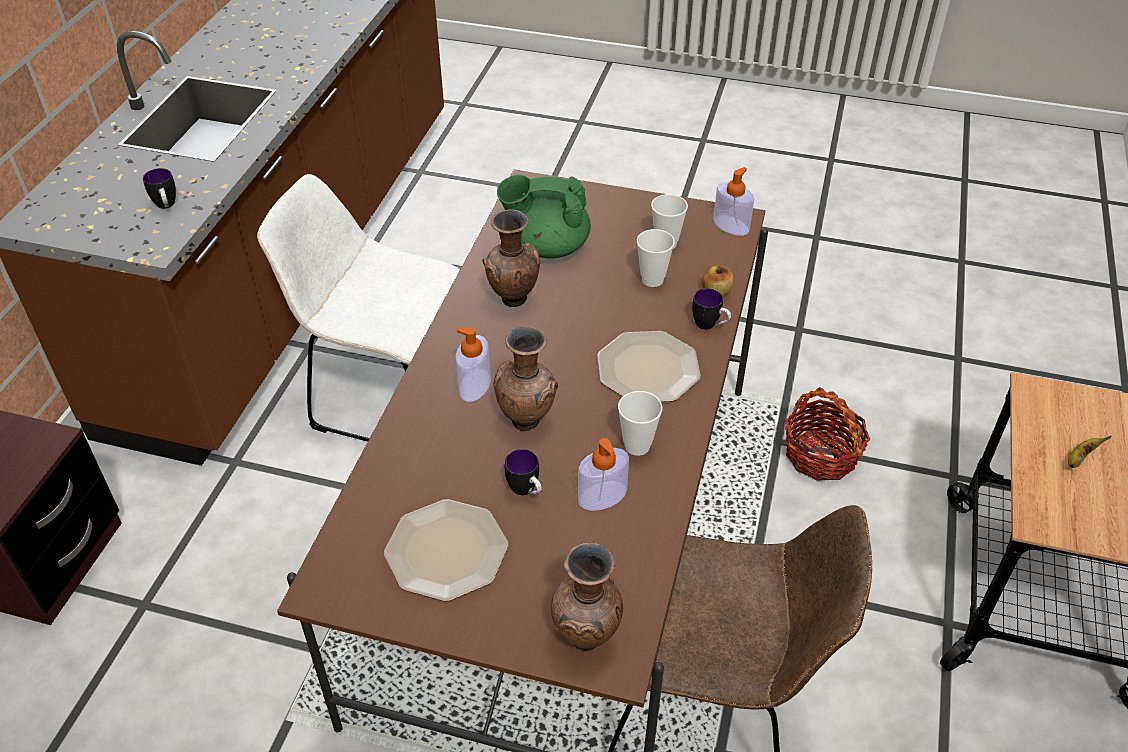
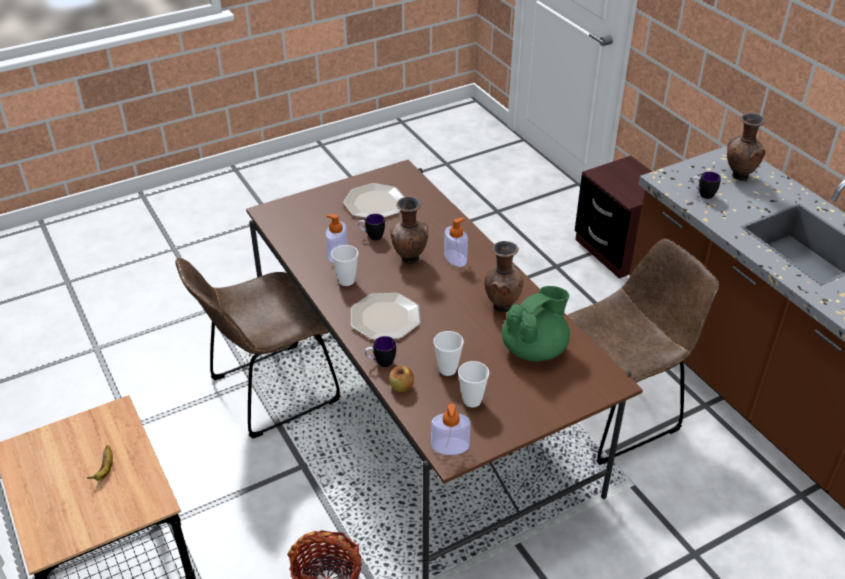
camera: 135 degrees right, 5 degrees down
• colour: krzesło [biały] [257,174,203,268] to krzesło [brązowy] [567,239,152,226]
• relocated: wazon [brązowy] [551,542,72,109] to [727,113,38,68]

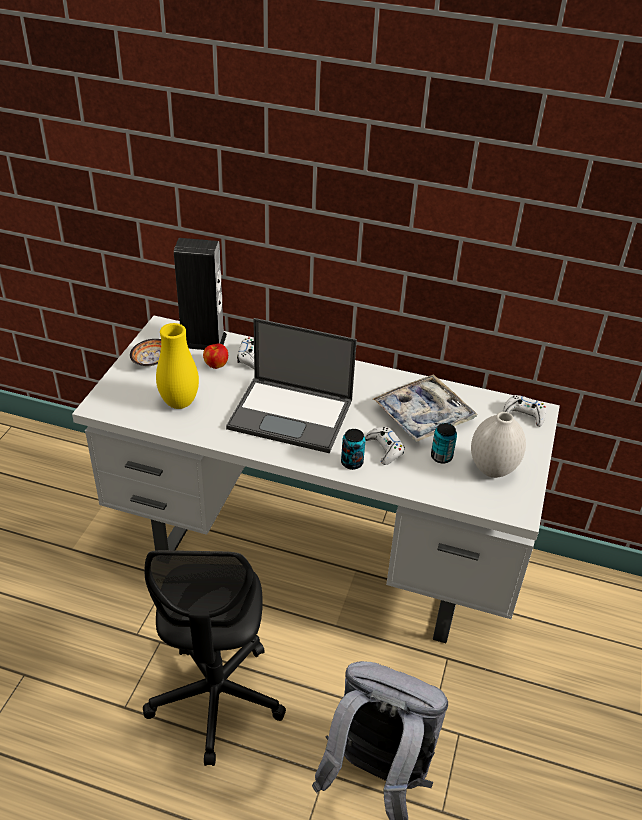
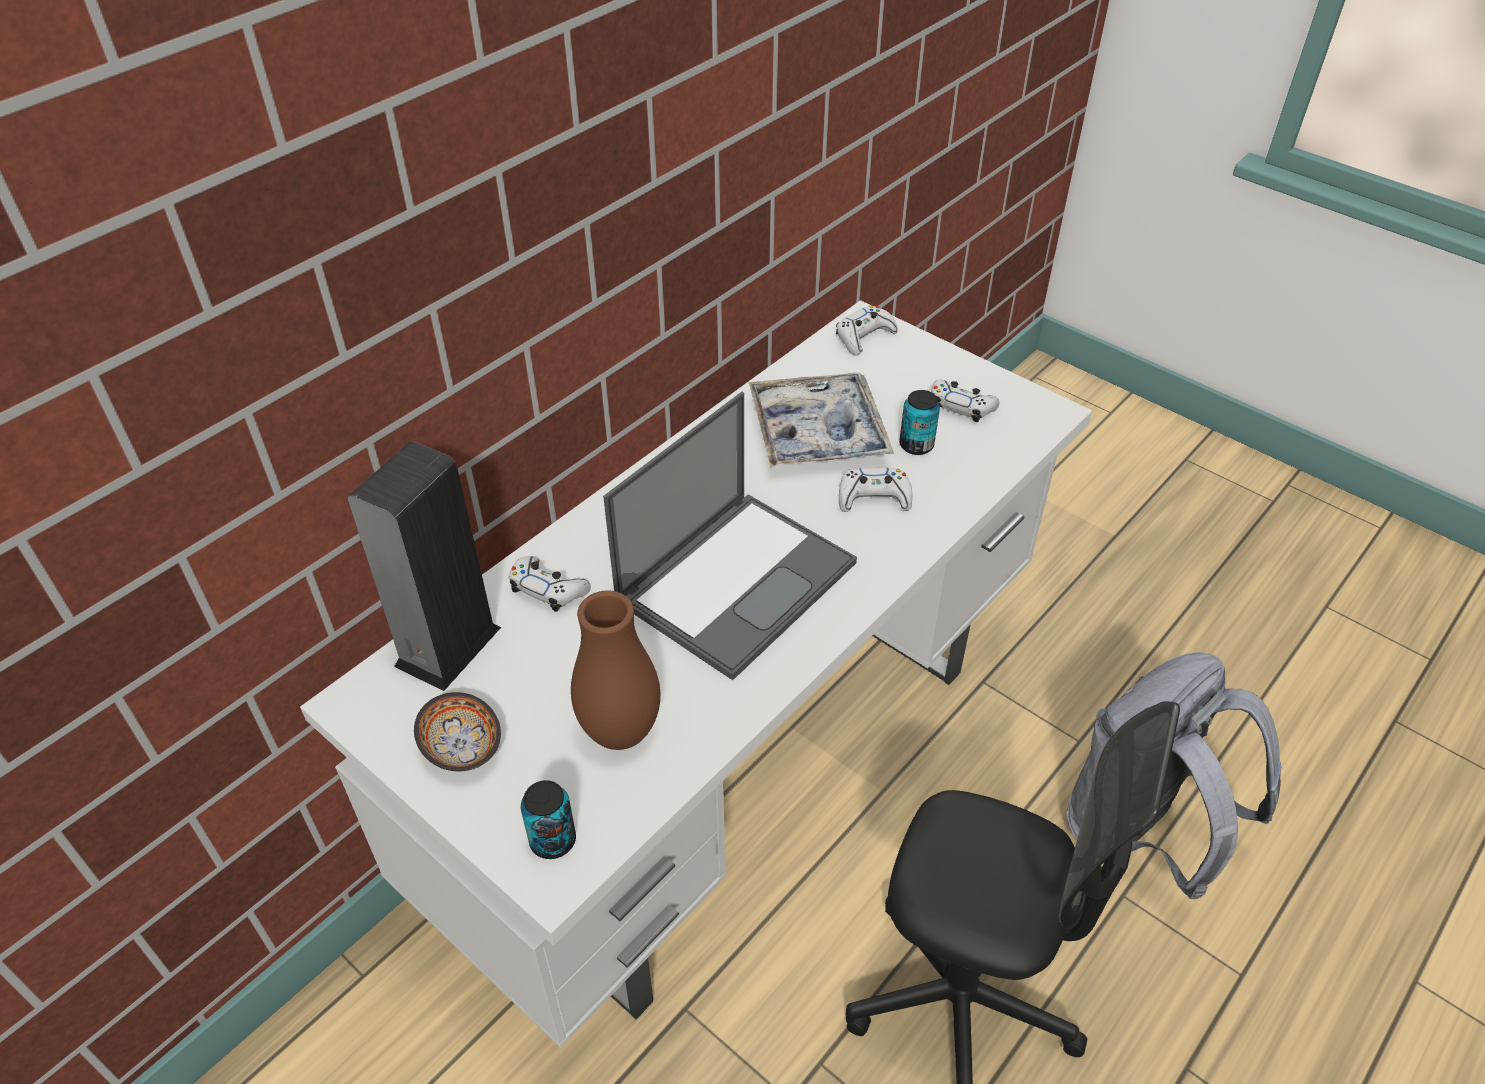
camera: 65 degrees left, 5 degrees up
• colour: wazon [żółty] [156,323,43,86] to wazon [brązowy] [571,590,89,160]
• missing: jabłko [203,343,25,26]
• exchanged: wazon [biały] [471,412,55,66] to pad do gier [biały] [931,380,68,42]
• relocated: puszka [341,429,25,41] to [521,780,55,79]

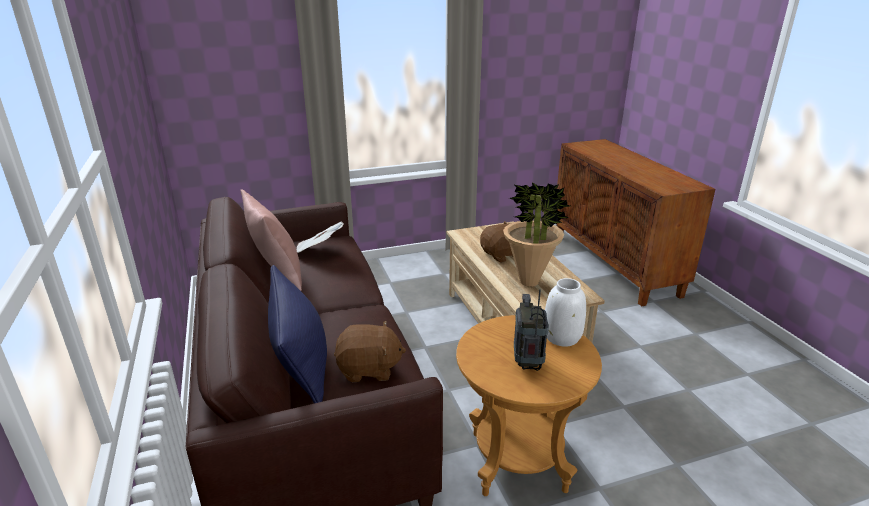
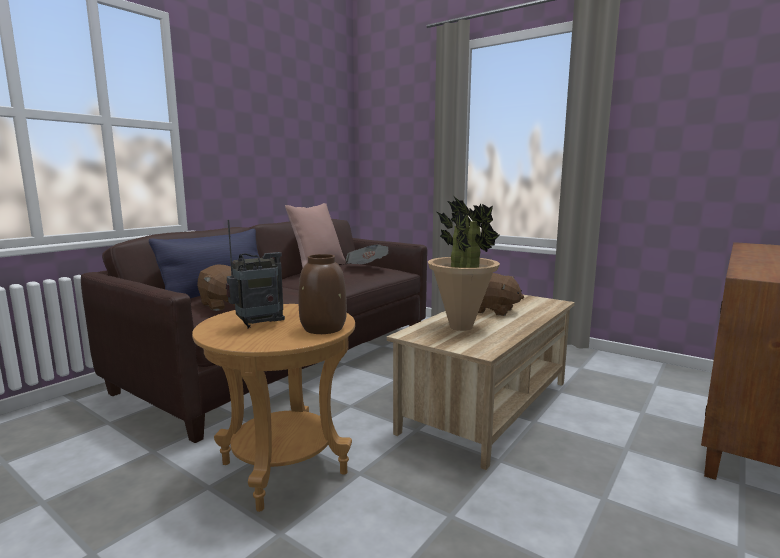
camera: 55 degrees right, 15 degrees down
• colour: wazon [biały] [545,278,41,69] to wazon [brązowy] [298,254,49,80]

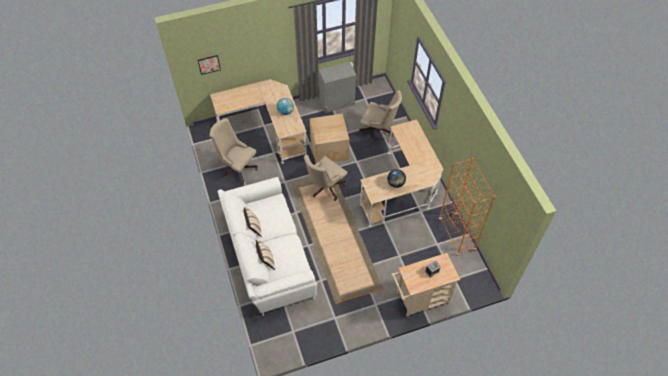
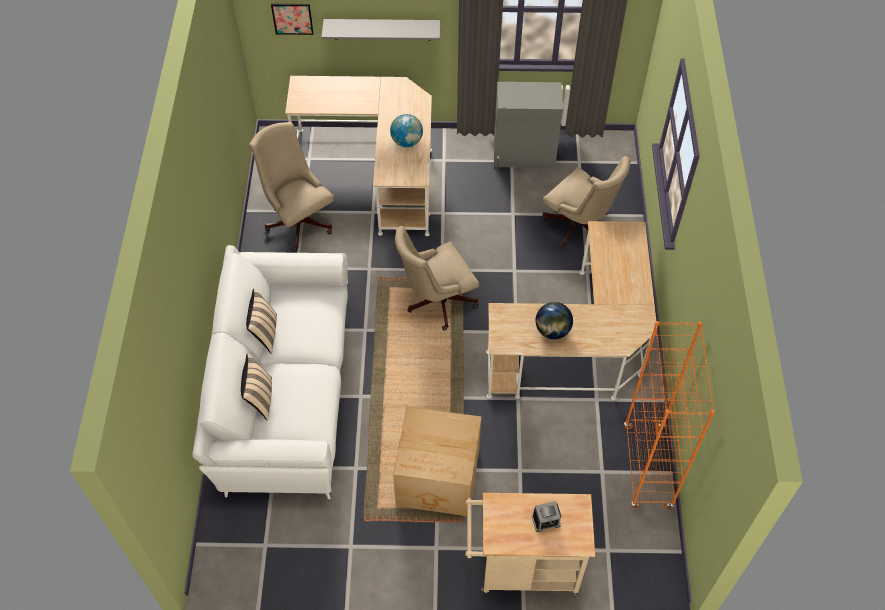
camera: 20 degrees right, 0 degrees up
• relocated: karton [309,113,40,50] to [393,406,88,111]
• appeared: półka [szary] [321,19,119,21]

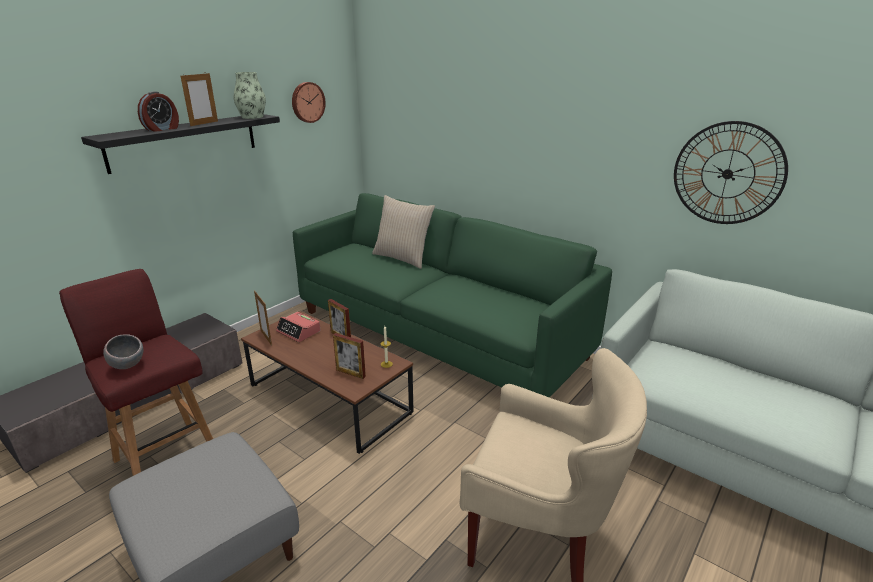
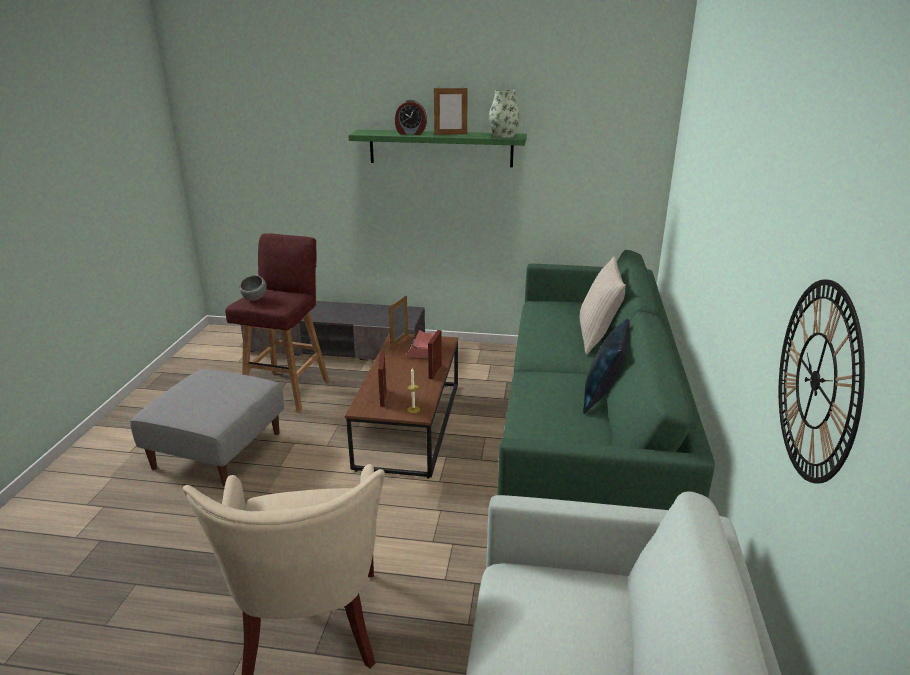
camera: 60 degrees right, 0 degrees up
• missing: zegar ścienny [292,82,34,41]
• colour: półka [czarny] [81,114,199,60] to półka [zielony] [348,130,179,37]
• appeared: poduszka [niebieski] [583,319,47,95]

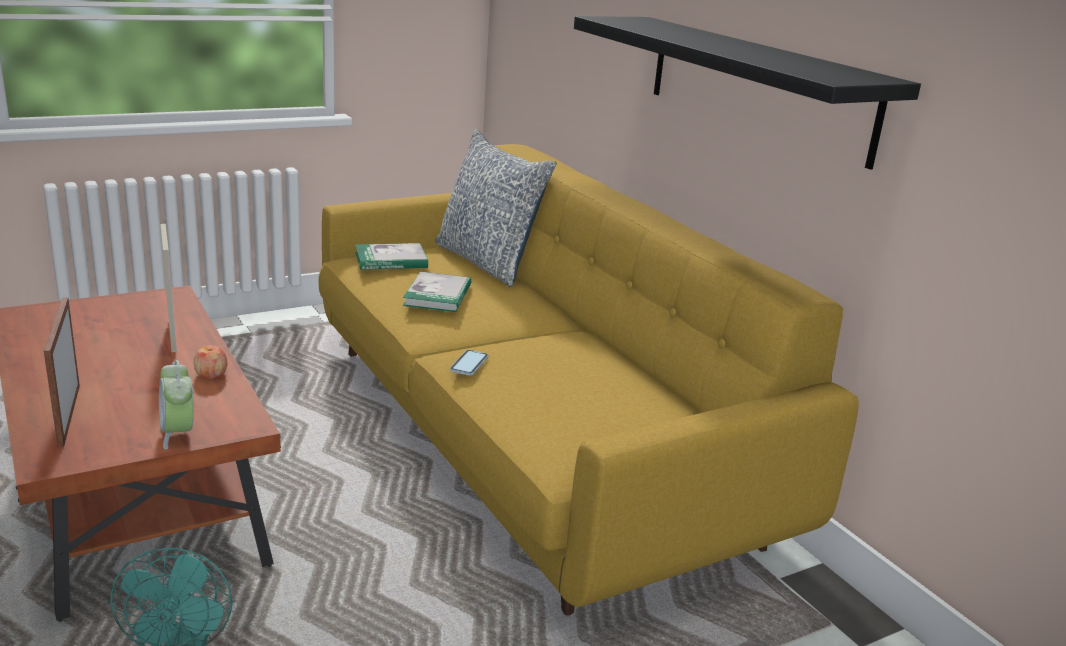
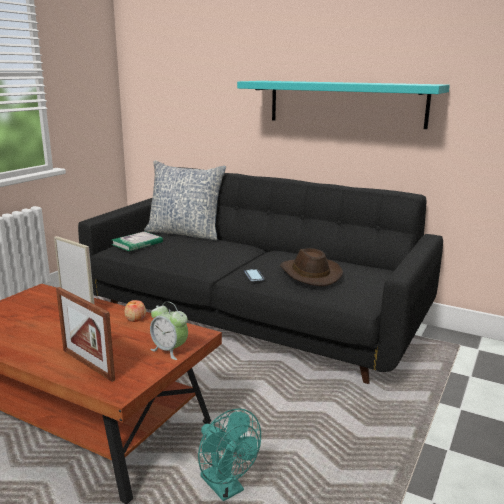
camera: 30 degrees left, 5 degrees down
• colour: półka [czarny] [574,16,347,154] to półka [turkusowy] [237,81,213,48]
• colour: kanapa [żółty] [319,144,540,472] to kanapa [czarny] [78,167,365,217]
• missing: książka [403,272,68,40]
• appeared: kapelusz [brązowy] [280,248,63,38]

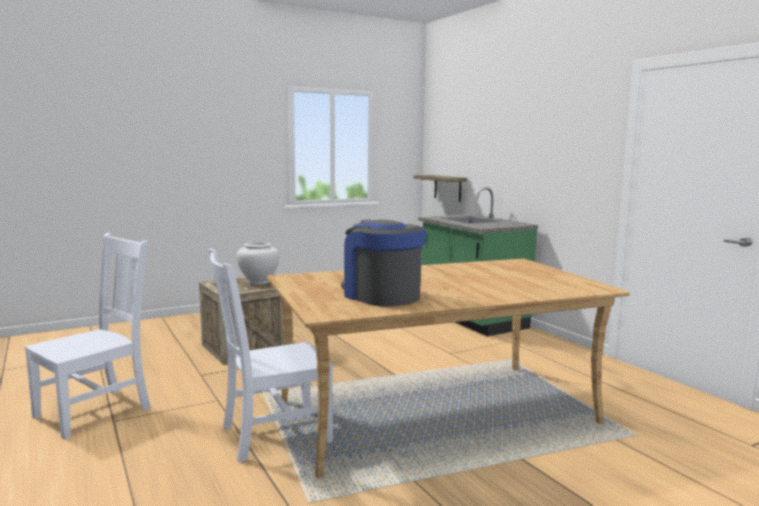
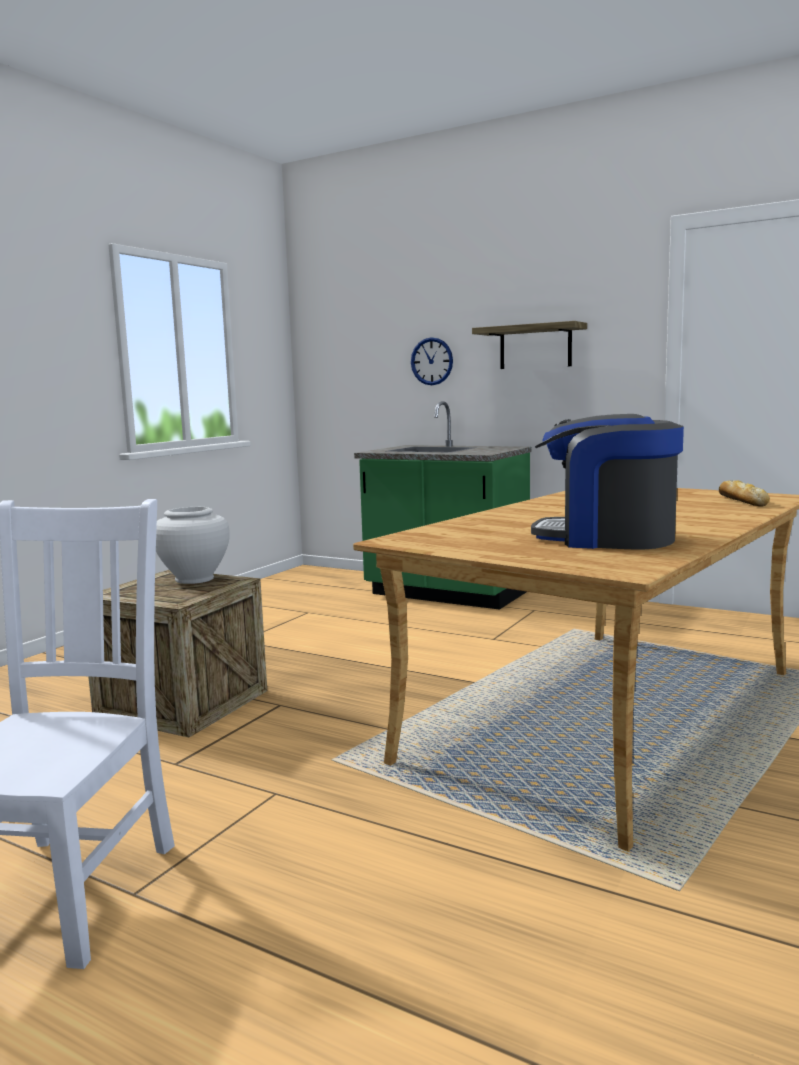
camera: 30 degrees left, 0 degrees up
• relocated: półka [413,175,54,27] to [472,321,115,48]
• missing: krzesło [biały] [208,248,125,215]
• appeared: zegar ścienny [411,337,42,48]
• appeared: chleb [719,480,50,27]

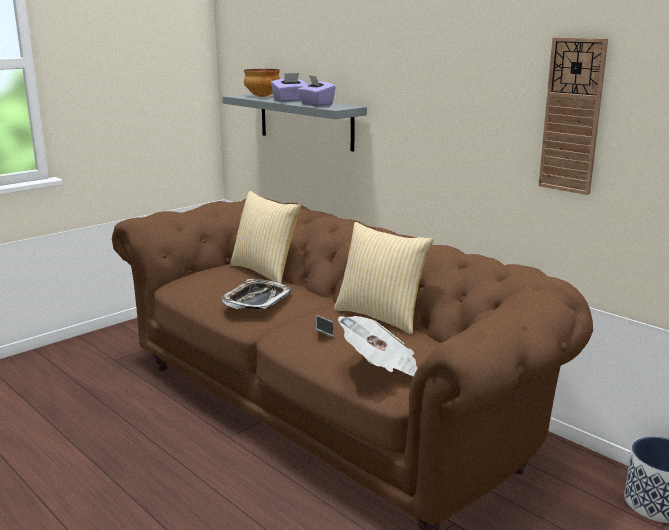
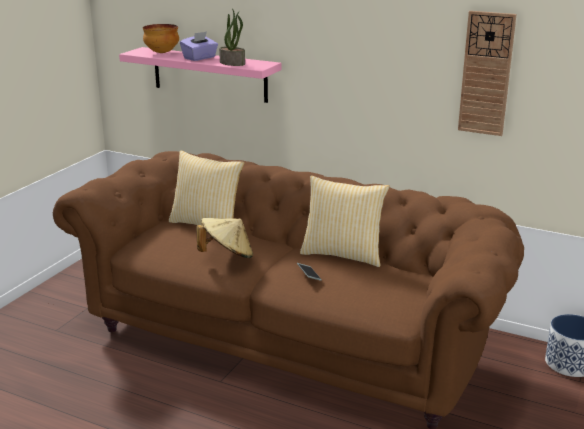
camera: 20 degrees left, 5 degrees up
• exchanged: pudełko chusteczek [fioletowy] [298,75,38,31] to roślina doniczkowa [219,8,26,58]
• colour: półka [szary] [222,94,145,58] to półka [różowy] [119,47,162,56]
• exchanged: taca [222,279,70,31] to kapelusz [beżowy] [196,218,57,40]
• missing: gazeta [338,316,79,60]

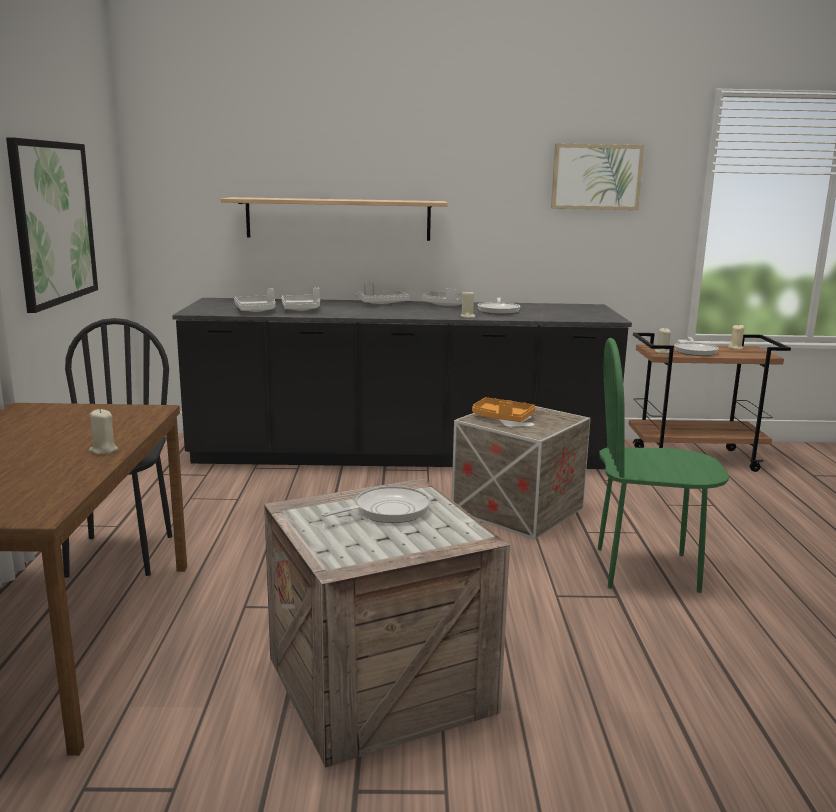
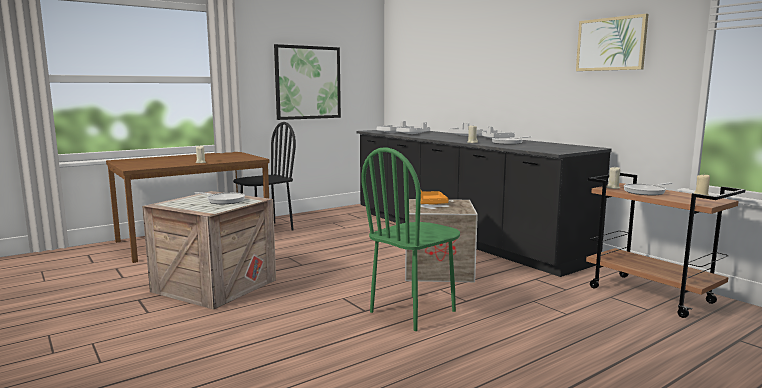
camera: 55 degrees right, 5 degrees down
• missing: półka [221,197,227,44]
• spun: krzesło [zielony] [598,338,131,255] = [361,147,99,184] 105 degrees counterclockwise

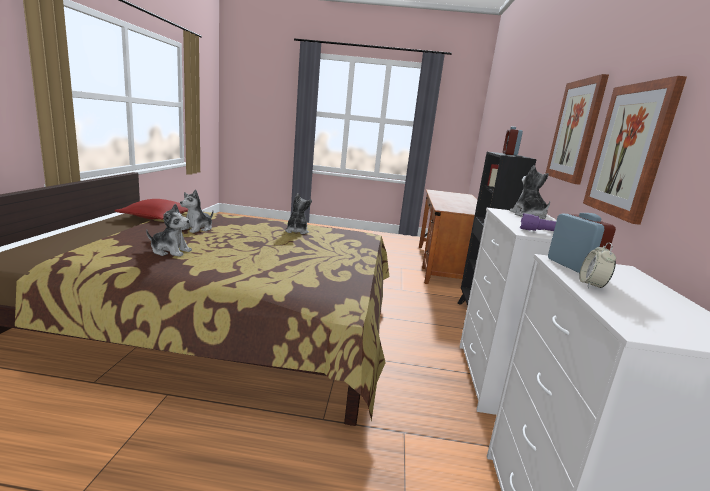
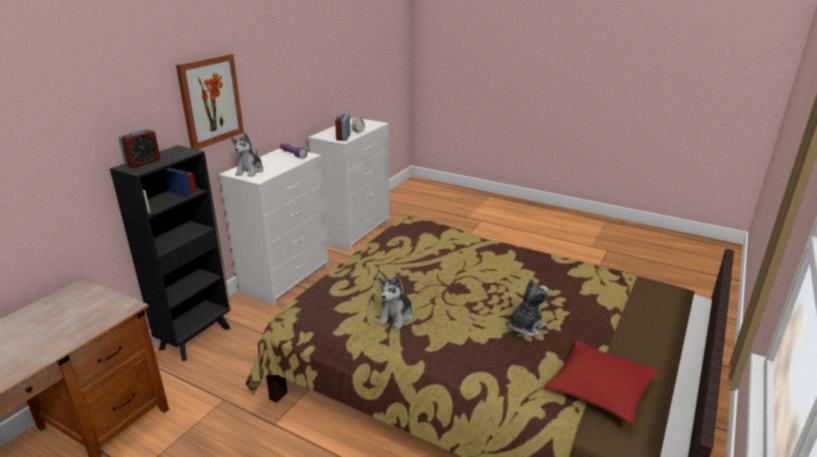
camera: 155 degrees left, 10 degrees up
• missing: obraz [583,76,104,149]
• missing: pluszak [146,204,46,53]

